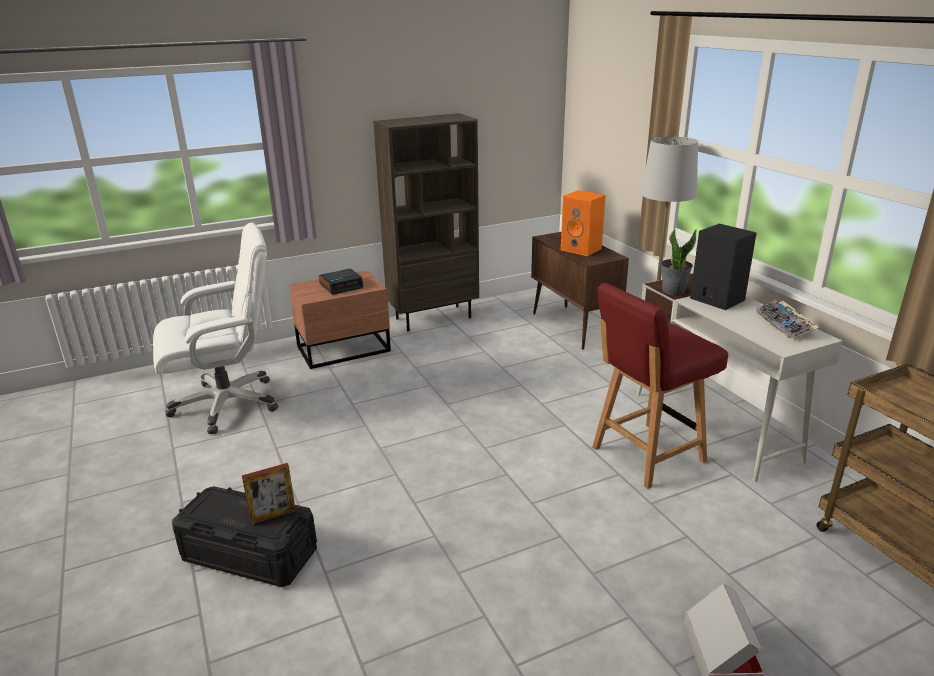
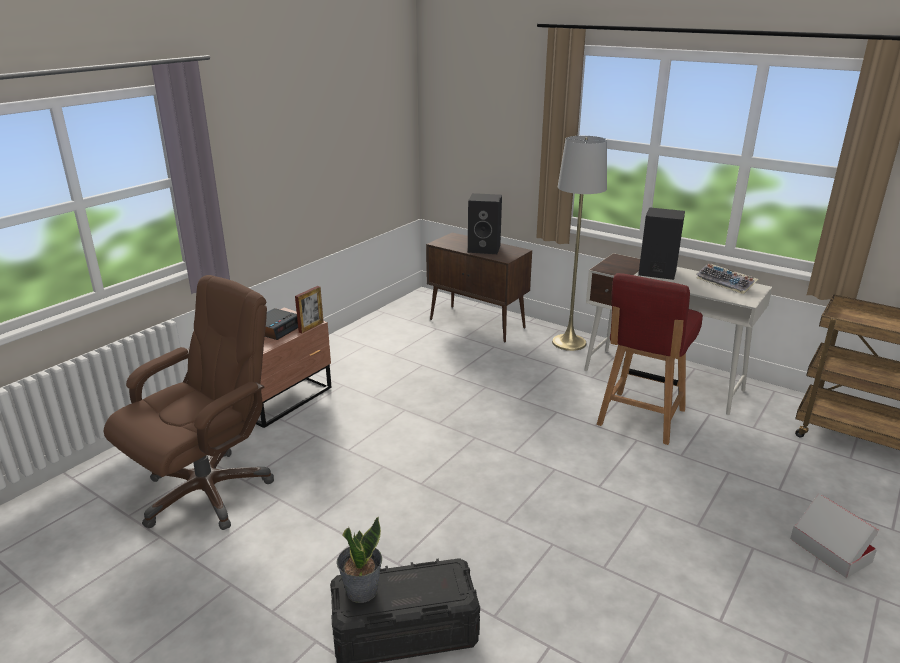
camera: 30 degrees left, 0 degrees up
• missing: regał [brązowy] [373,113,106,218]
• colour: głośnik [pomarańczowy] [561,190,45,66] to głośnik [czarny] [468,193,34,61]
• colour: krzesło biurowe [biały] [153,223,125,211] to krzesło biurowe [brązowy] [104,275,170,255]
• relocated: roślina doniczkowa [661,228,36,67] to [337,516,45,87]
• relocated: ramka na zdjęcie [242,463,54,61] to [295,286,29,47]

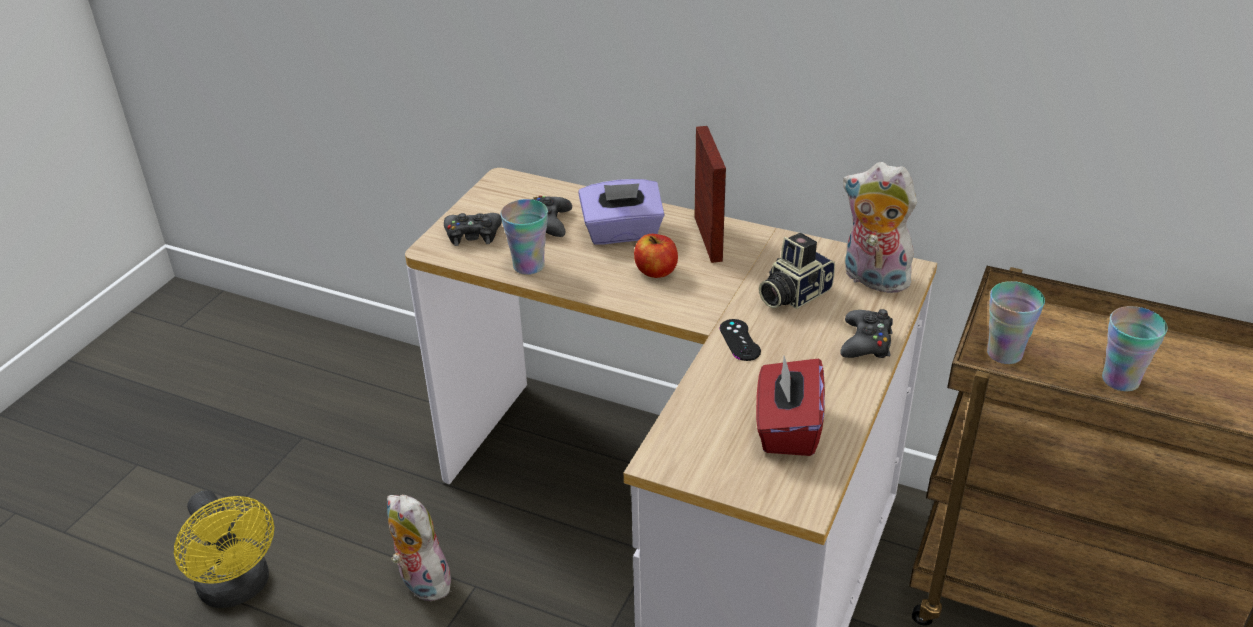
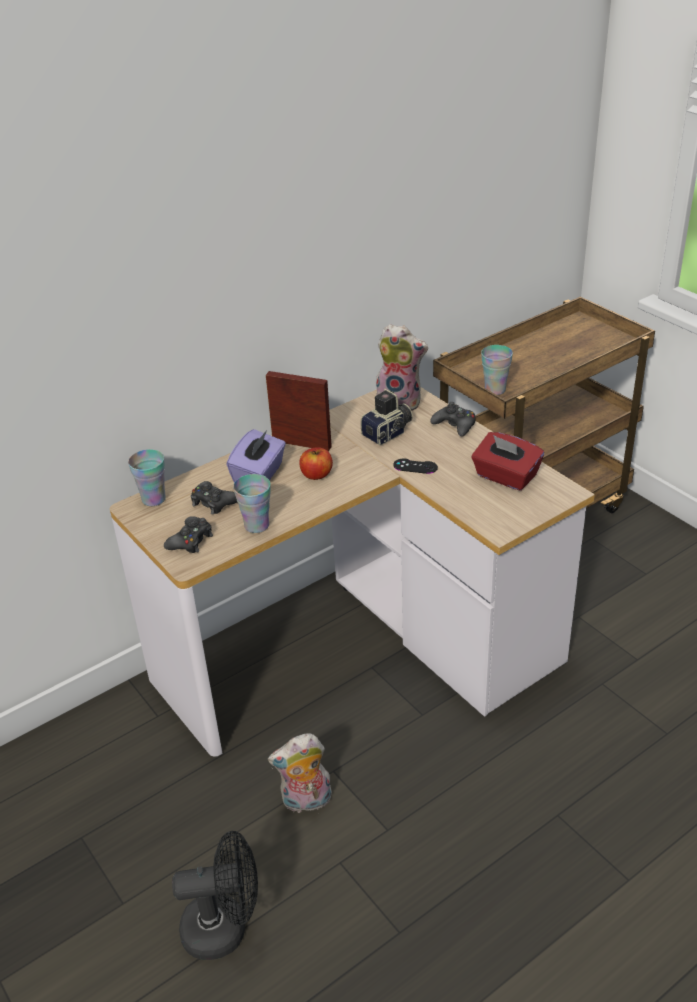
camera: 60 degrees left, 0 degrees up
• spun: pluszak [843,162,75,131] = [376,324,52,87] 135 degrees counterclockwise
• spun: aparat fotograficzny [759,233,76,76] = [361,389,52,56] 120 degrees counterclockwise
• relocated: filiżanka [1102,306,66,85] to [128,449,38,57]
• colour: wentylator [żółty] [174,490,100,118] to wentylator [czarny] [172,831,86,129]

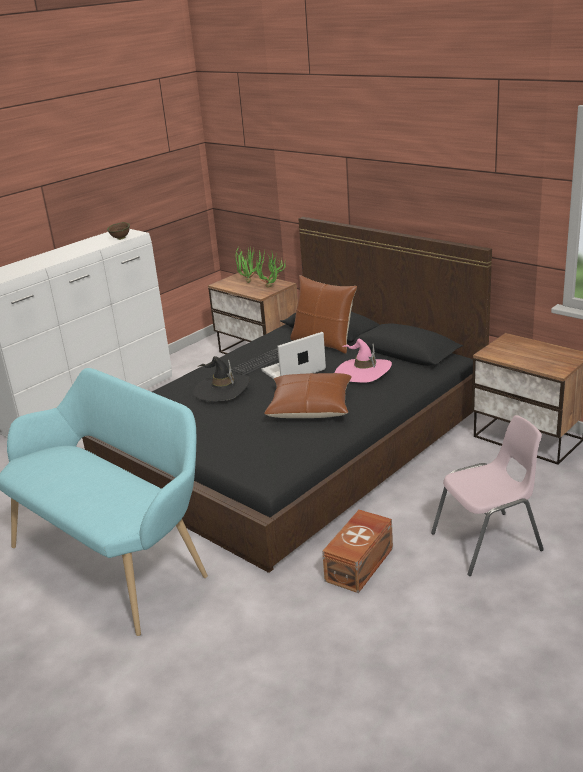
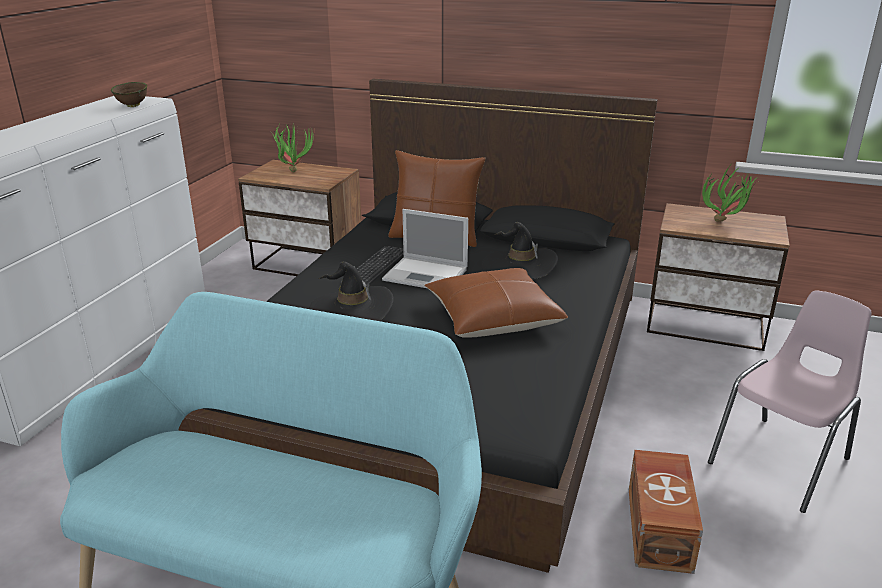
camera: 25 degrees left, 0 degrees up
• relocated: roślina doniczkowa [256,253,30,34] to [702,166,56,56]
• spun: laptop [261,332,65,47] = [382,209,86,79] 105 degrees counterclockwise
• colour: kapelusz [różowy] [335,339,57,44] to kapelusz [czarny] [482,222,76,57]

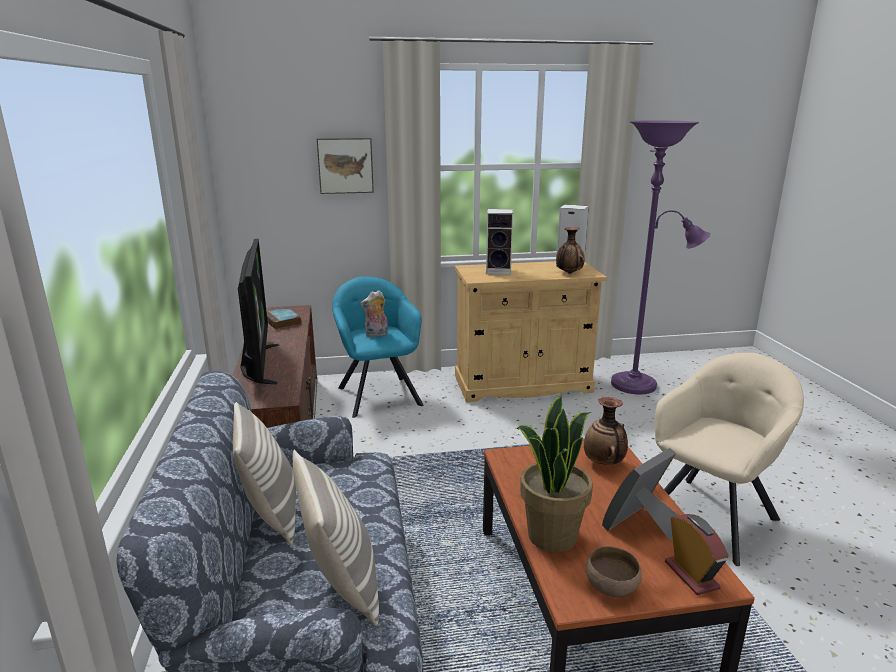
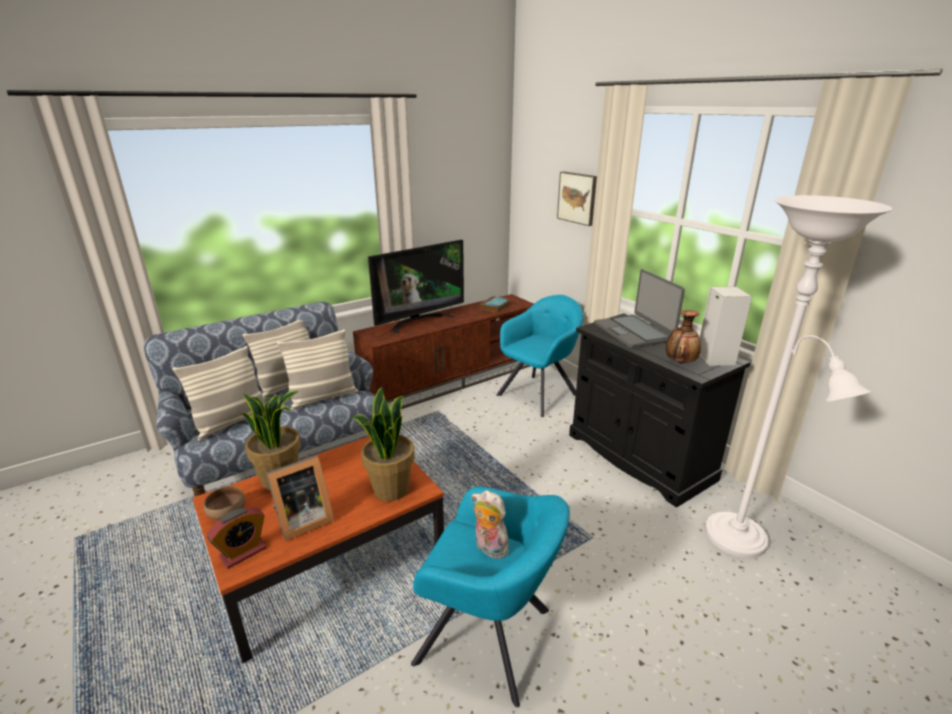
camera: 65 degrees right, 5 degrees up
• colour: lampa stojąca [fioletowy] [611,120,99,275] to lampa stojąca [biały] [705,195,188,363]
• exchanged: głośnik [486,209,27,66] to laptop [594,269,91,79]
• colour: szafka [beżowy] [455,261,152,141] to szafka [czarny] [569,313,182,195]
• relocated: pluszak [360,290,28,47] to [472,490,37,69]
• colour: fotel [beżowy] [655,353,149,213] to fotel [turkusowy] [411,486,159,221]
• exchanged: wazon [584,397,44,68] to roślina doniczkowa [352,387,63,114]
• spun: ramka na zdjęcie [602,448,77,92] = [266,455,68,86] 120 degrees clockwise
• appeared: poduszka [277,329,81,81]

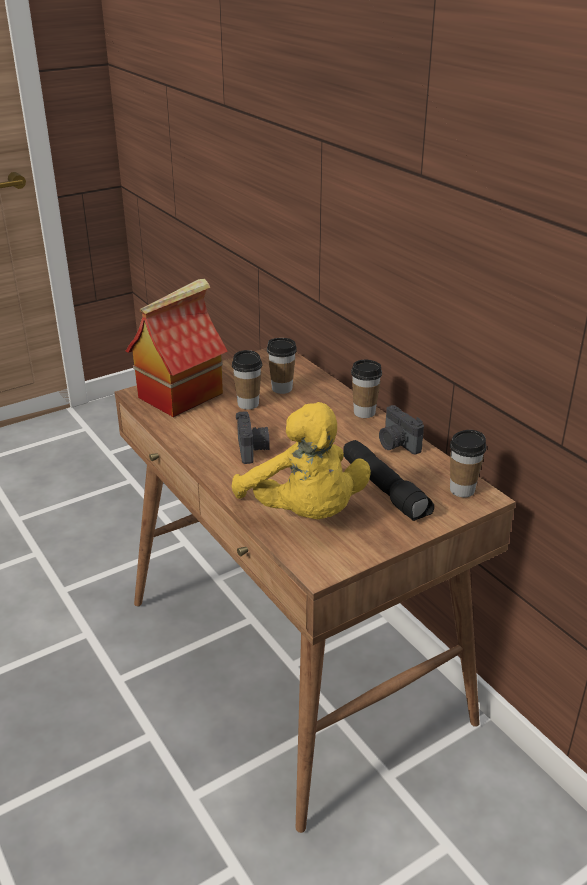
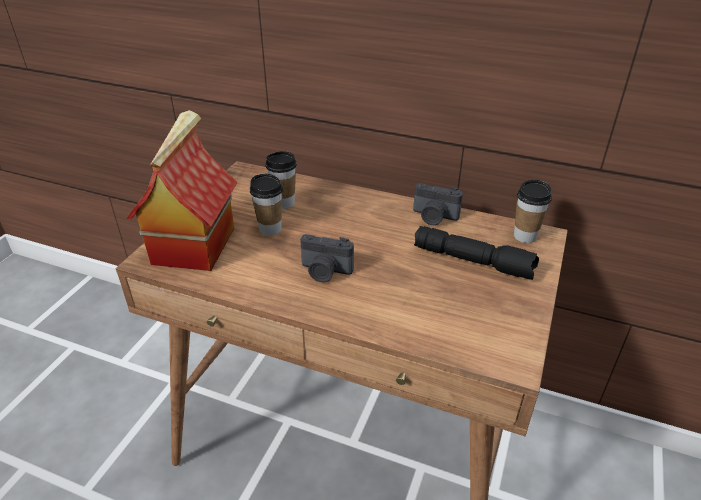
camera: 35 degrees left, 5 degrees up
• missing: filiżanka [351,360,31,58]
• missing: pluszak [żółty] [231,402,140,117]
• spun: aparat fotograficzny [236,411,34,53] = [300,234,54,48] 150 degrees clockwise

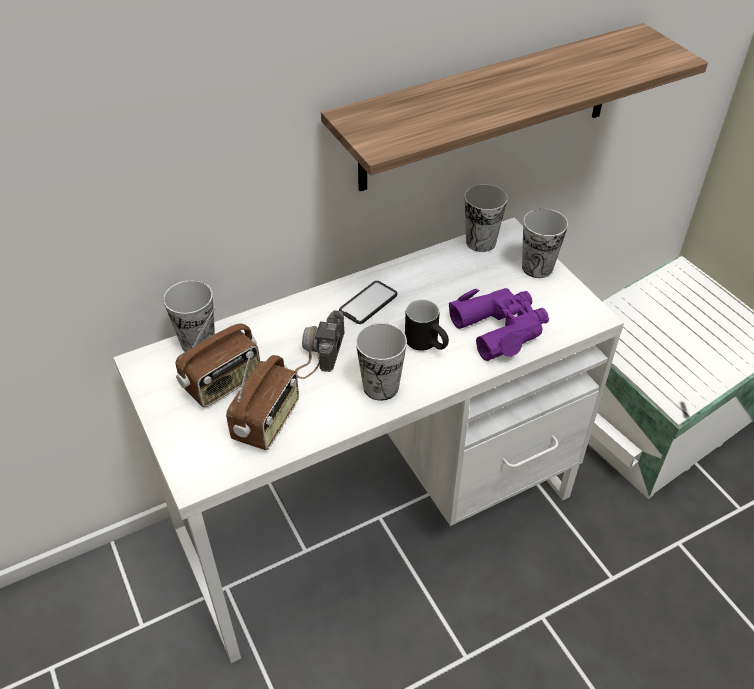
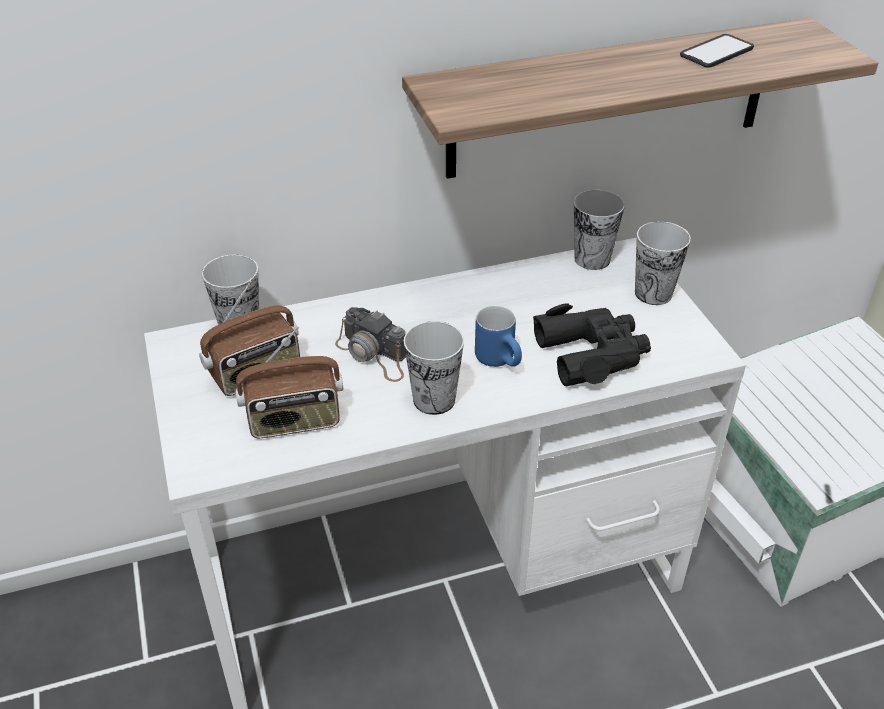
camera: 10 degrees right, 5 degrees down
• relocated: telefon [339,281,59,43] to [680,34,74,34]
• colour: lornetka [fioletowy] [448,288,101,73] to lornetka [czarny] [533,303,118,83]
• colour: kubek [czarny] [405,300,44,51] to kubek [niebieski] [475,306,47,61]
• spun: aparat fotograficzny [295,310,50,69] = [335,307,71,75] 75 degrees counterclockwise
• spun: radio [226,346,73,104] = [236,326,107,112] 45 degrees clockwise

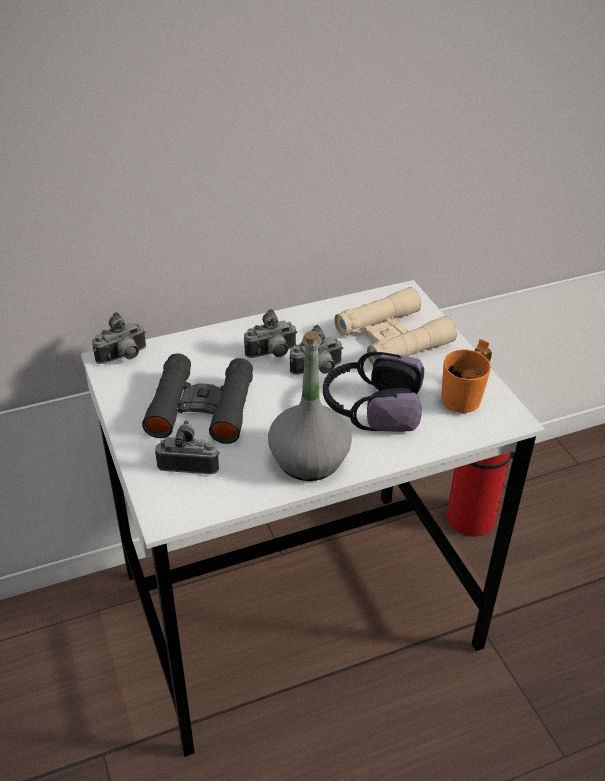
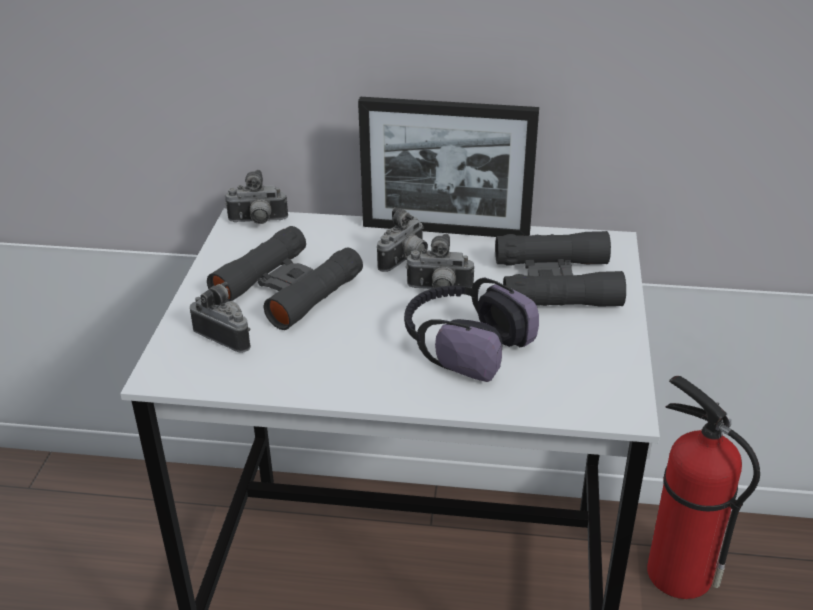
camera: 30 degrees right, 5 degrees down
• colour: lornetka [beżowy] [334,287,123,79] to lornetka [czarny] [495,231,131,76]
• spun: aparat fotograficzny [244,309,53,49] = [377,207,51,65] 60 degrees counterclockwise
• missing: butelka [szary] [268,331,84,150]
• missing: kubek [pomarańczowy] [441,339,51,74]
• appeared: ramka na zdjęcie [358,97,181,140]

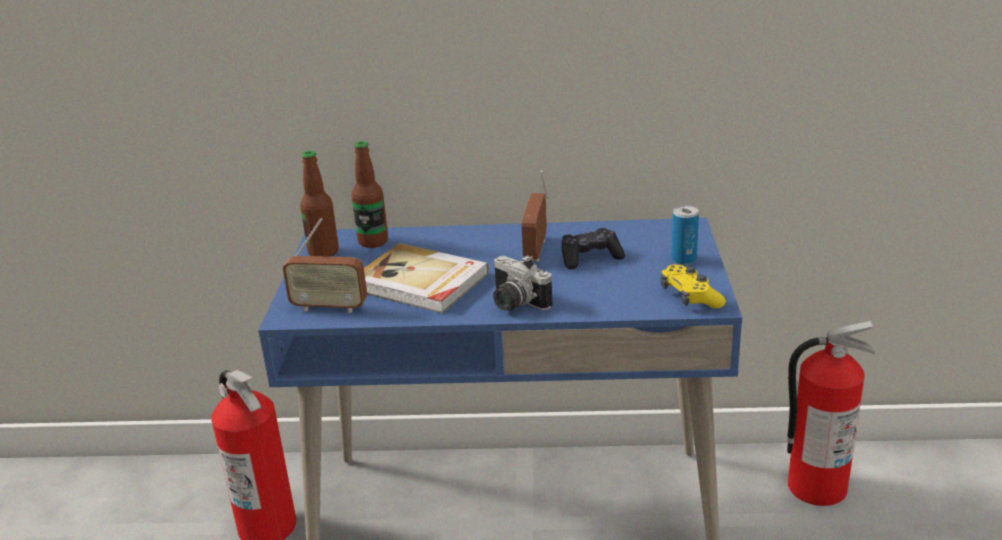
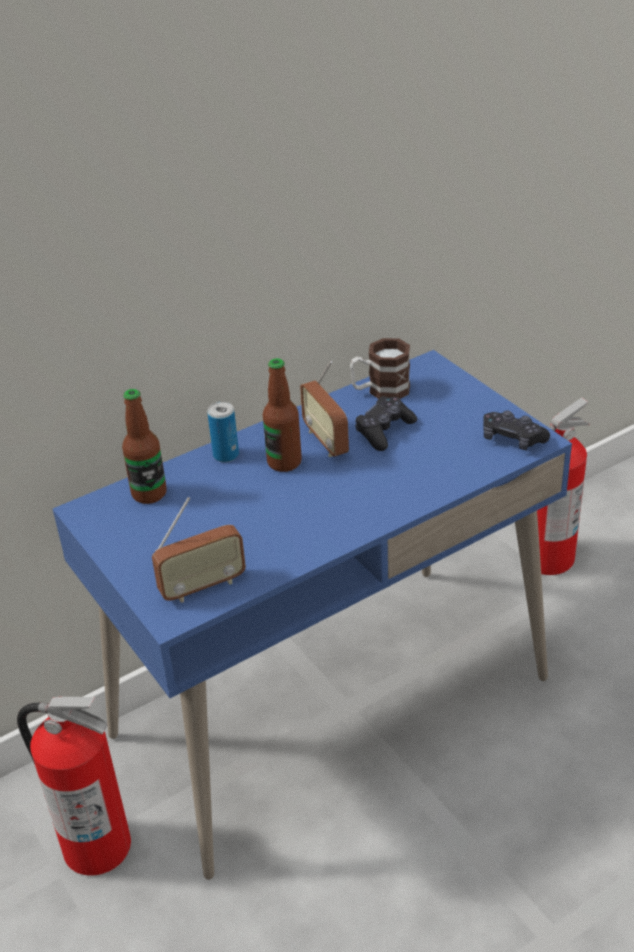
camera: 35 degrees left, 10 degrees up
• relocated: butelka [300,151,39,106] to [263,358,39,114]
• relocated: puszka [671,206,28,59] to [207,402,32,60]
• missing: książka [364,243,125,70]
• missing: aparat fotograficzny [493,255,59,56]
• colour: pad do gier [żółty] [661,265,65,43] to pad do gier [czarny] [483,411,67,39]
• appeared: kubek [350,338,60,61]

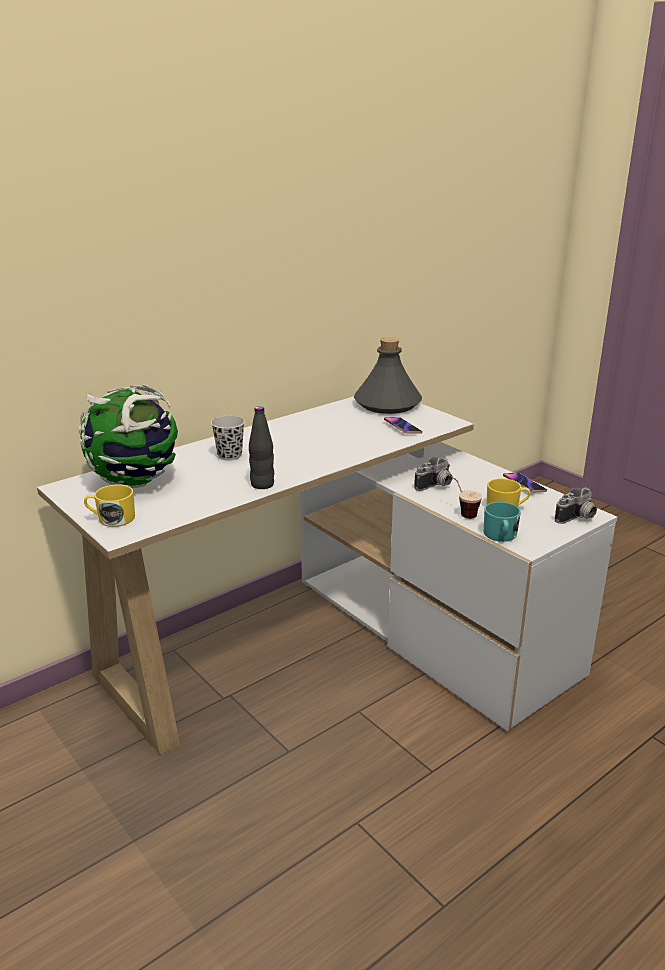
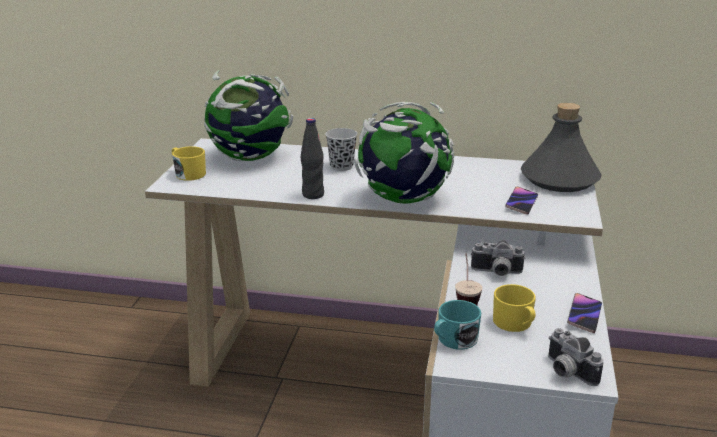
camera: 50 degrees right, 0 degrees up
• spun: aparat fotograficzny [555,487,42,37] = [548,328,55,58] 45 degrees clockwise
• appeared: globus [354,102,101,102]

